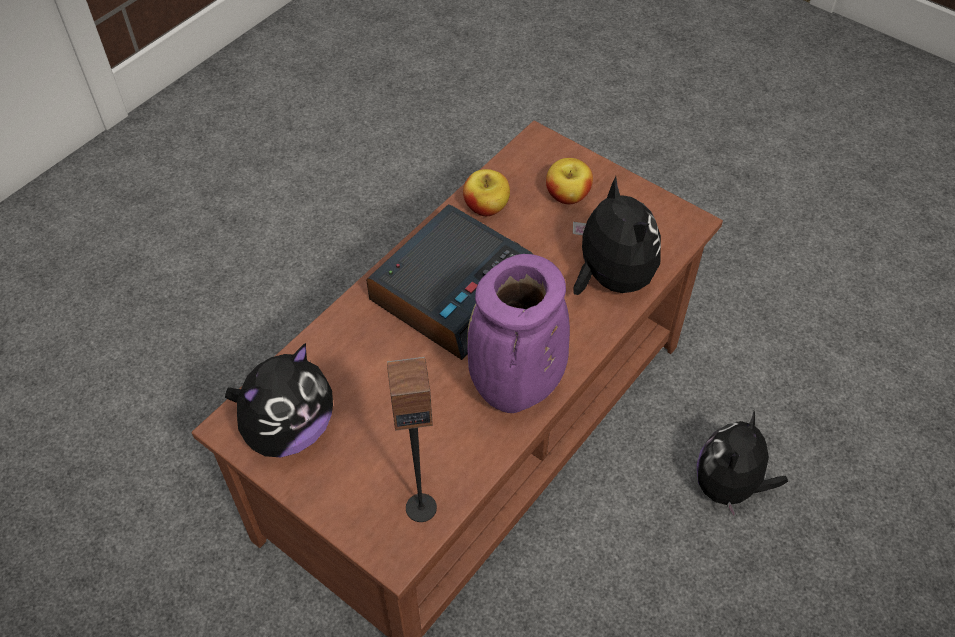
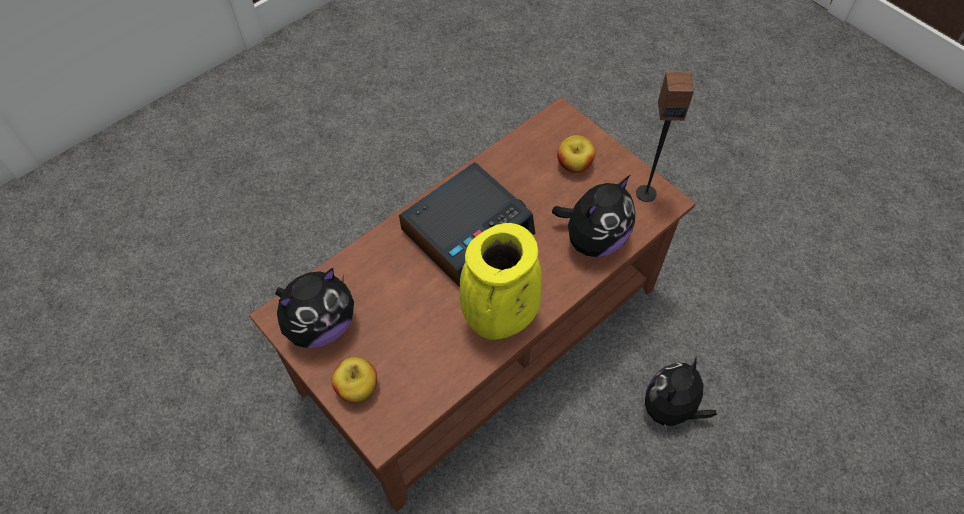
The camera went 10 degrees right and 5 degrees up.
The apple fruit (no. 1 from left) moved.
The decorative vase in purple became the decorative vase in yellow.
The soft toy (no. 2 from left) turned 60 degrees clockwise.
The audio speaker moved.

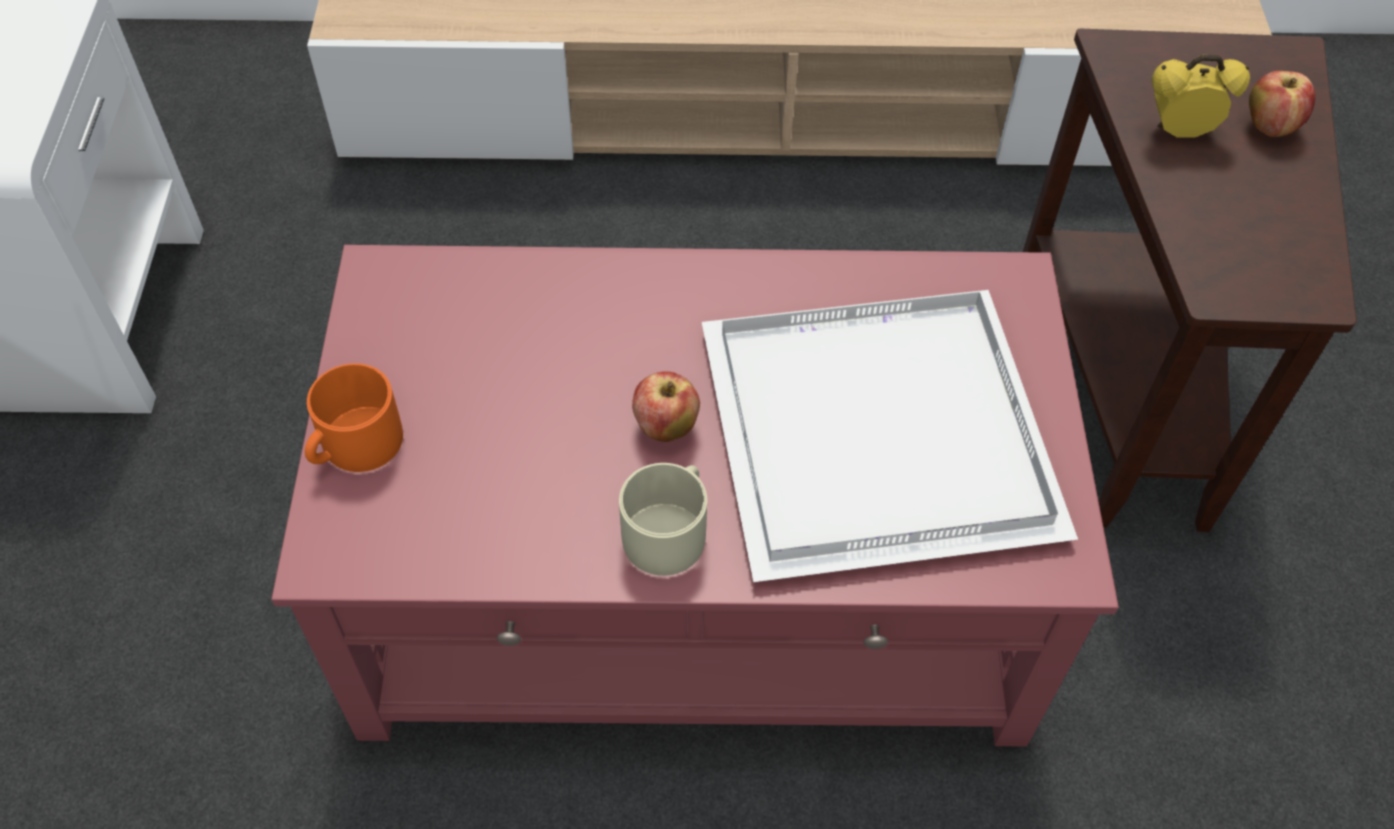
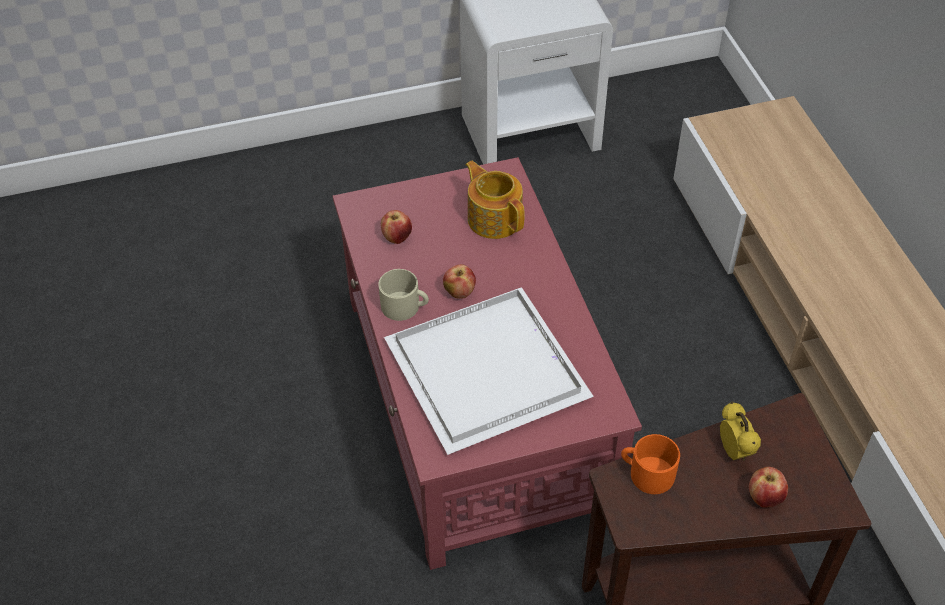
The camera went 75 degrees right and 5 degrees down.
The apple fruit (no. 1 from left) appeared.
The pot for tea appeared.
The tea mug in orangey moved.

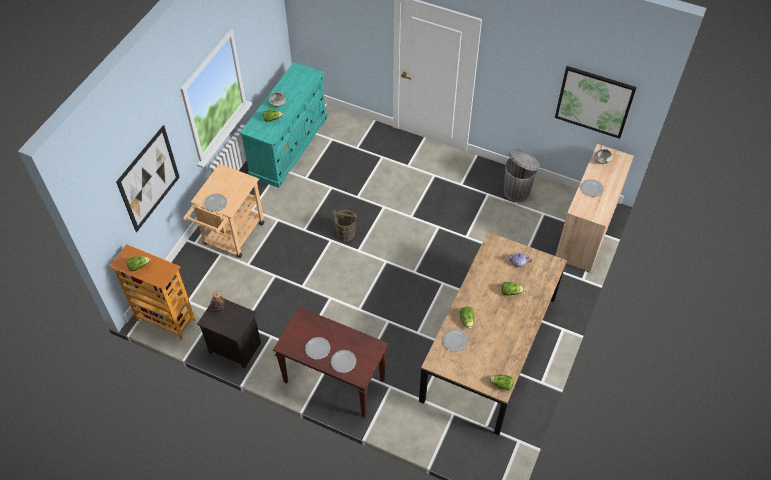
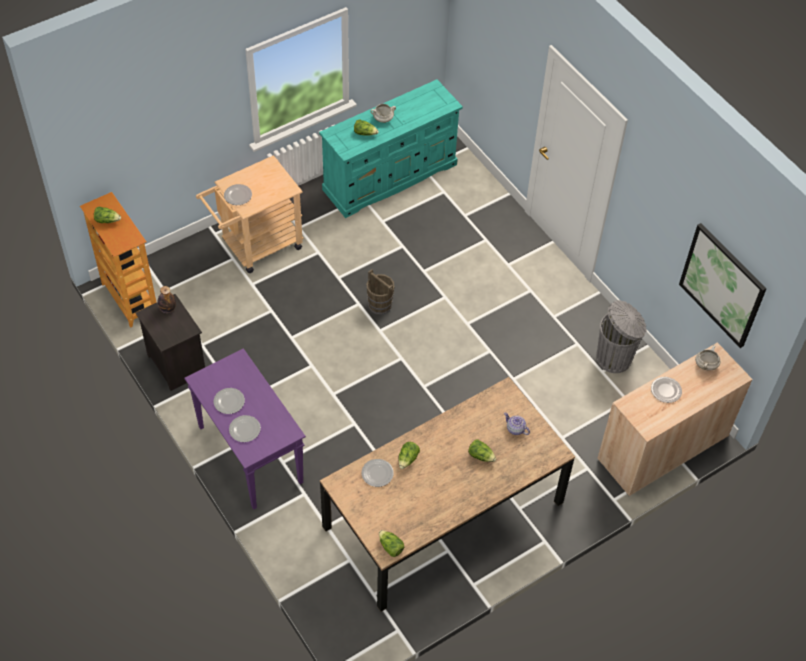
The camera went 30 degrees right and 0 degrees up.
The console table in brown became the console table in purple.
The wall art (no. 1 from left) disappeared.

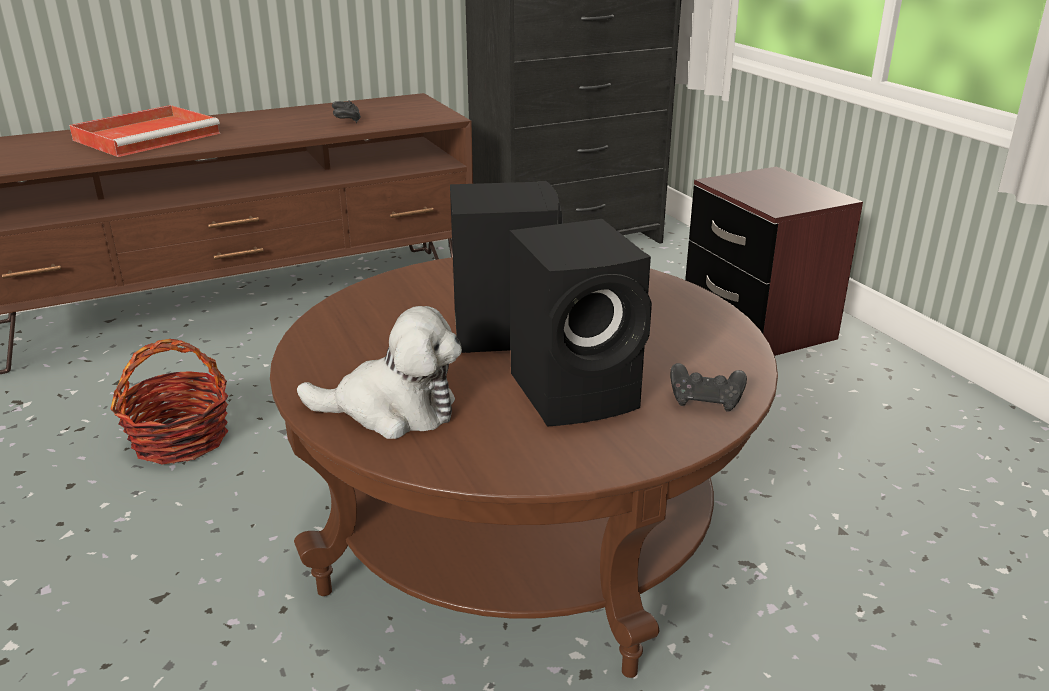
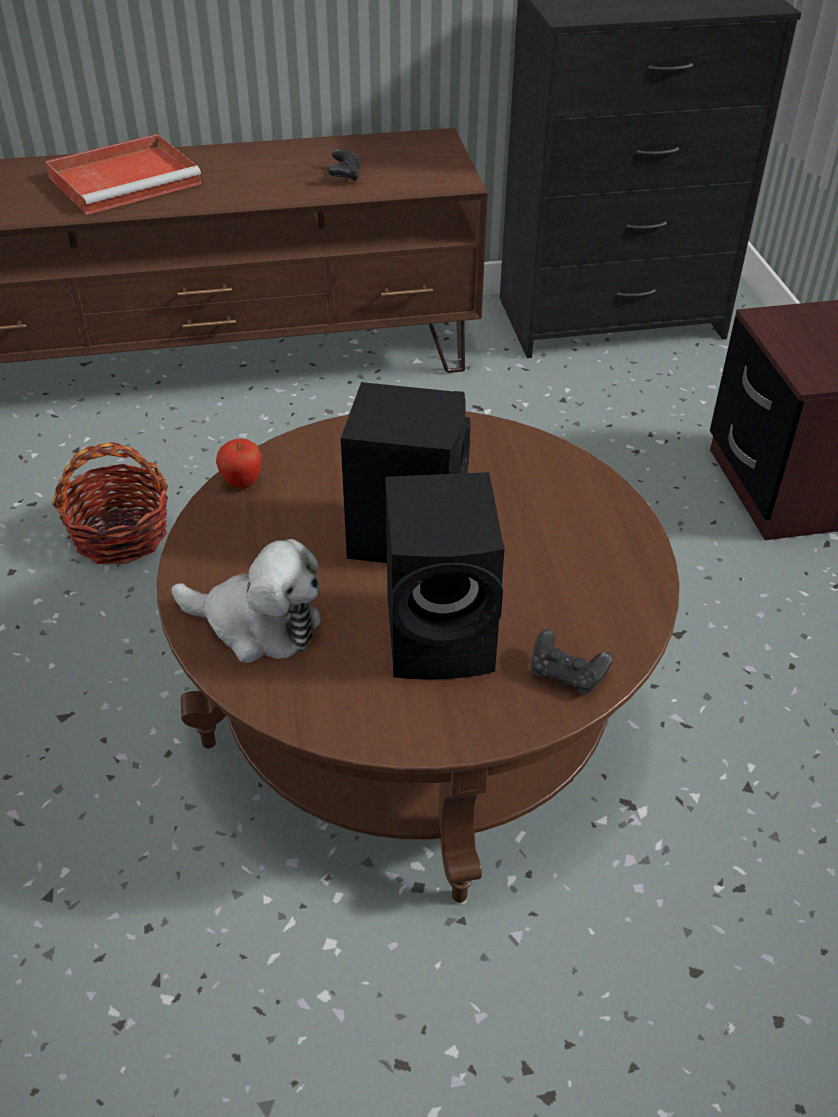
The camera went 15 degrees right and 15 degrees up.
The apple fruit appeared.

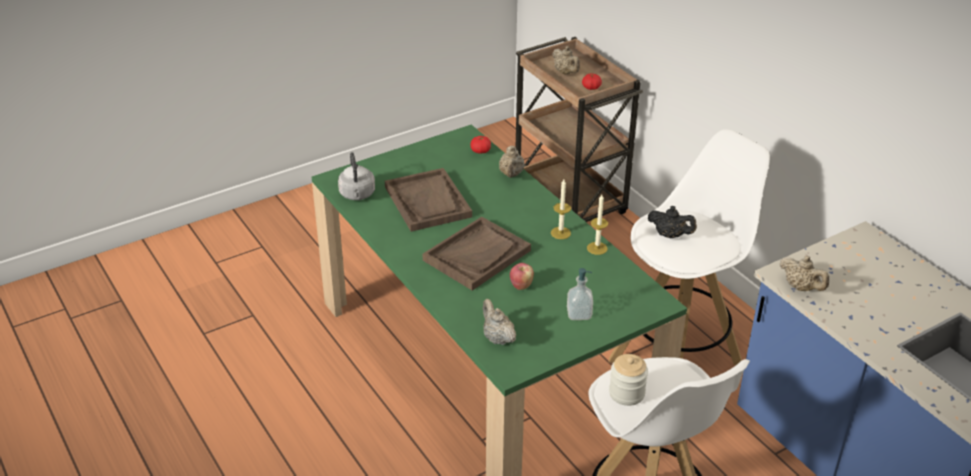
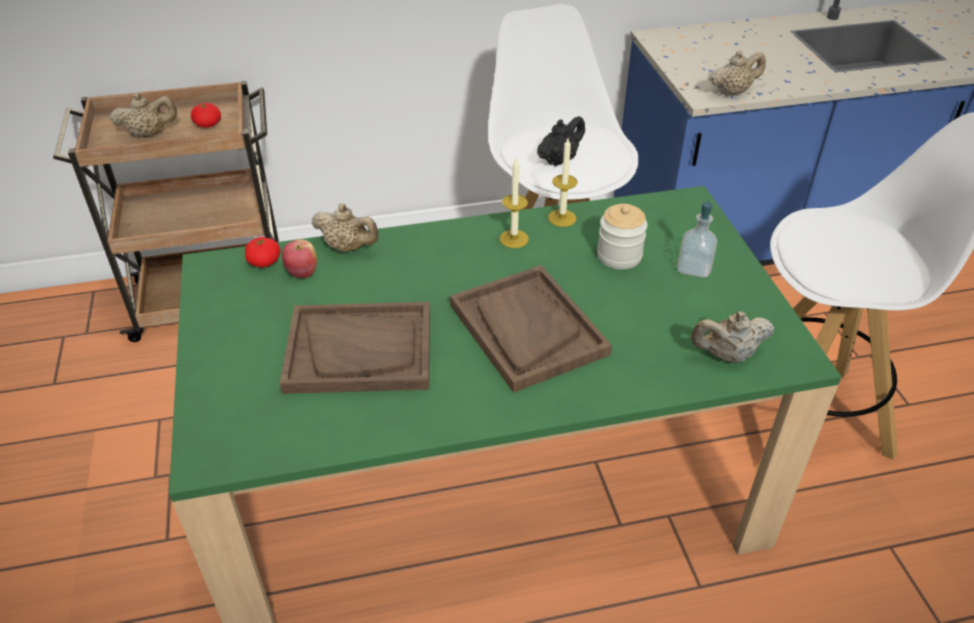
The camera went 70 degrees left and 5 degrees up.
The apple fruit moved.
The jar moved.
The tea kettle in grey disappeared.

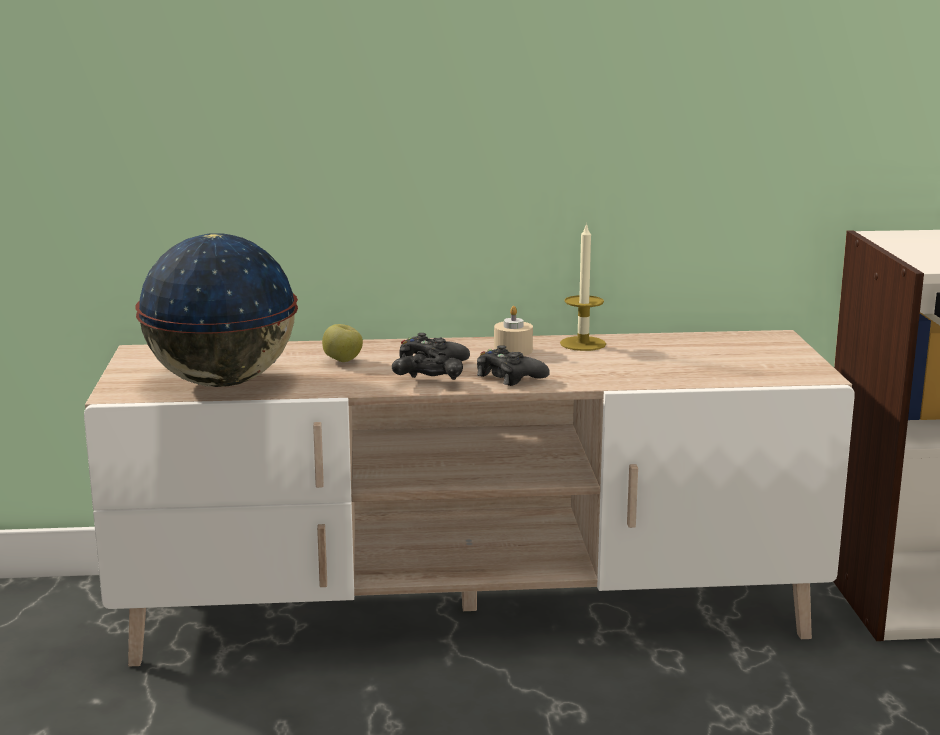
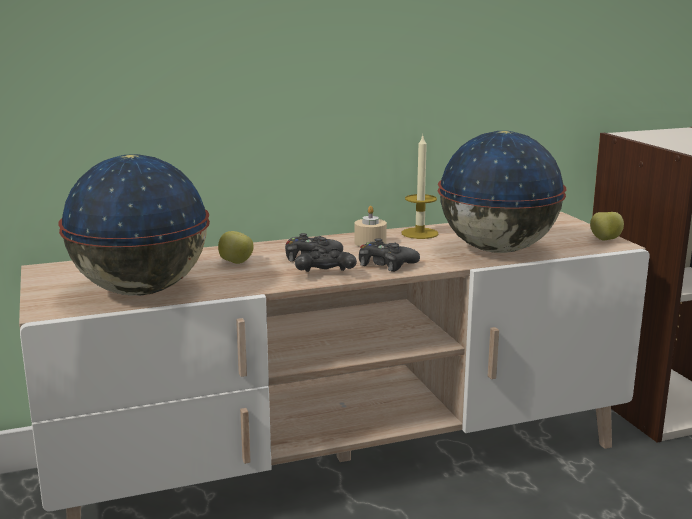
The camera went 15 degrees left and 0 degrees up.
The desk globe (no. 2 from left) appeared.
The apple fruit (no. 2 from left) appeared.

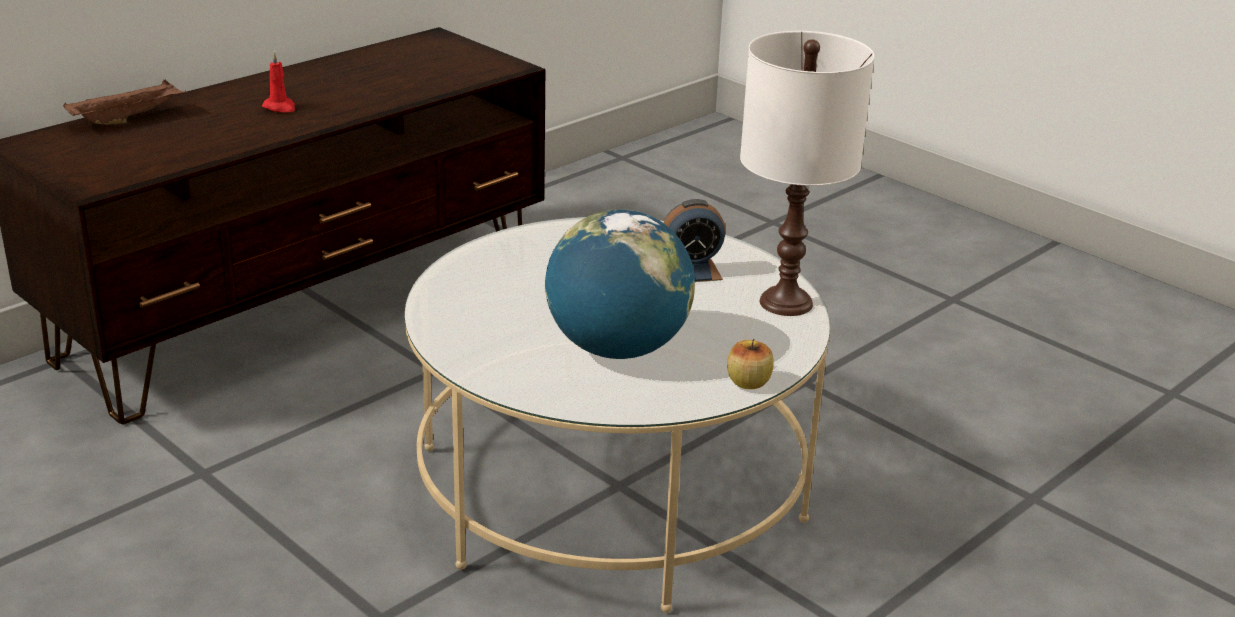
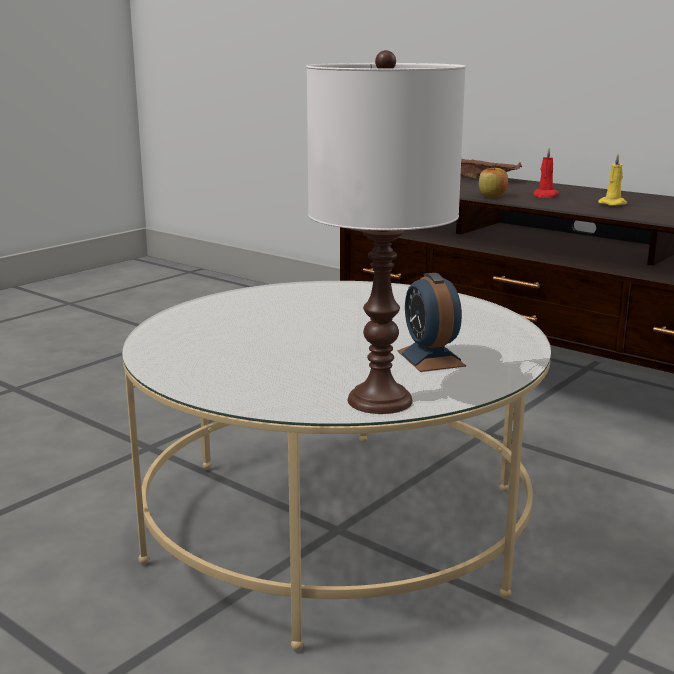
The camera went 85 degrees right and 10 degrees down.
The apple fruit moved.
The wax light in yellow appeared.
The desk globe disappeared.

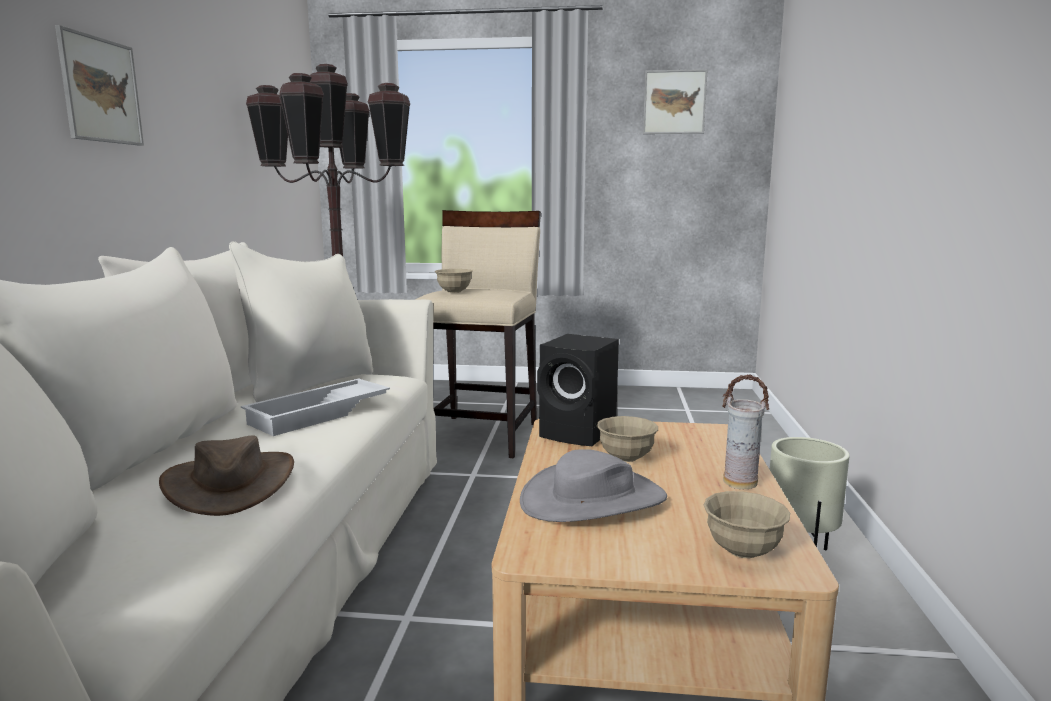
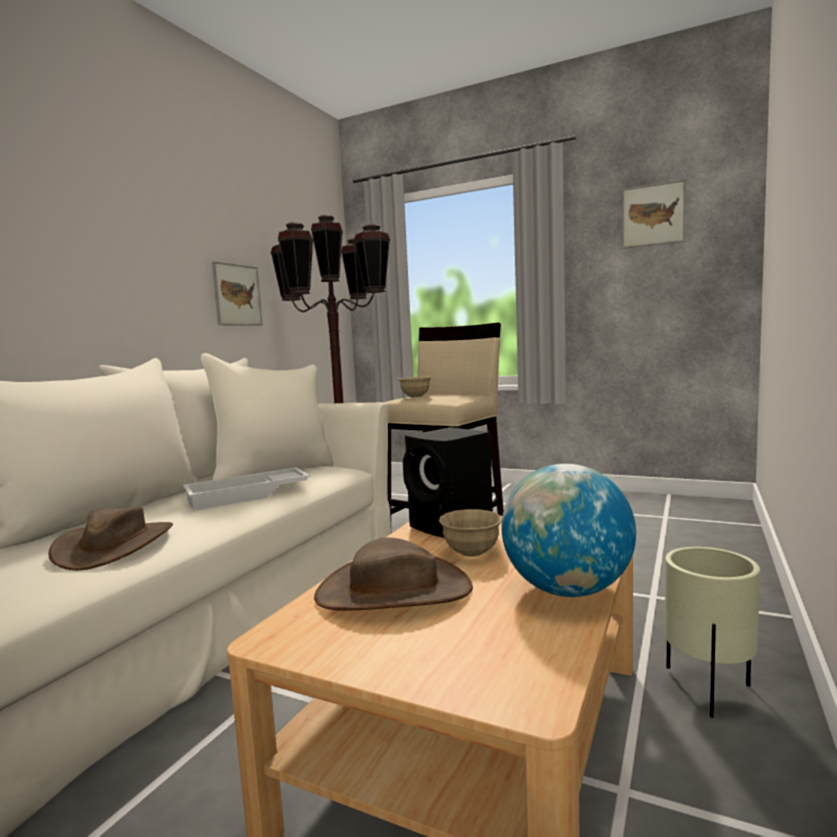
The camera went 20 degrees right and 5 degrees down.
The wall art (no. 1 from left) moved.
The clothing hat in grey became the clothing hat in brown (no. 2 from left).
The decorative vase was replaced by the desk globe.
The deep dish in beige-coloured (no. 3 from left) disappeared.

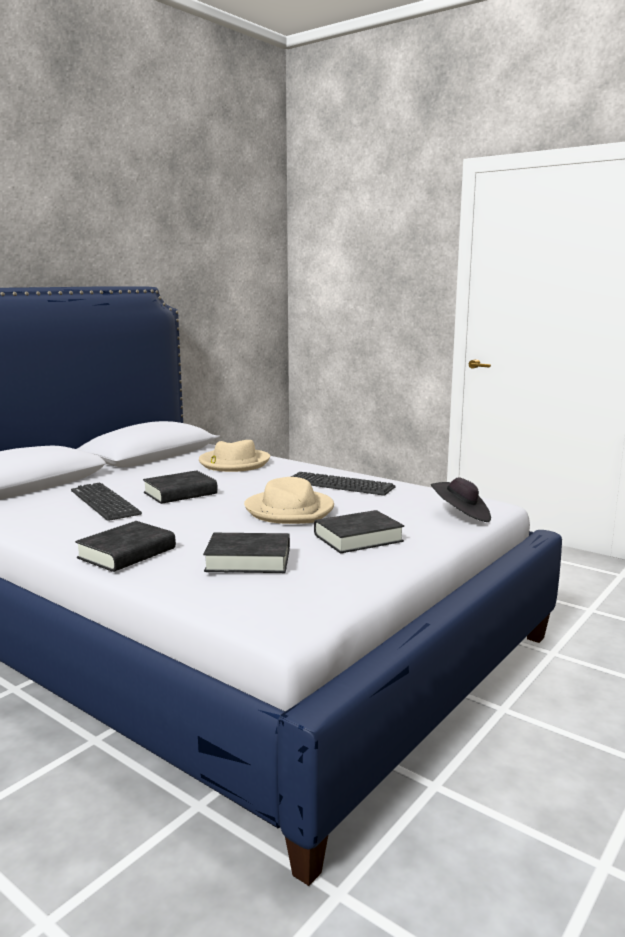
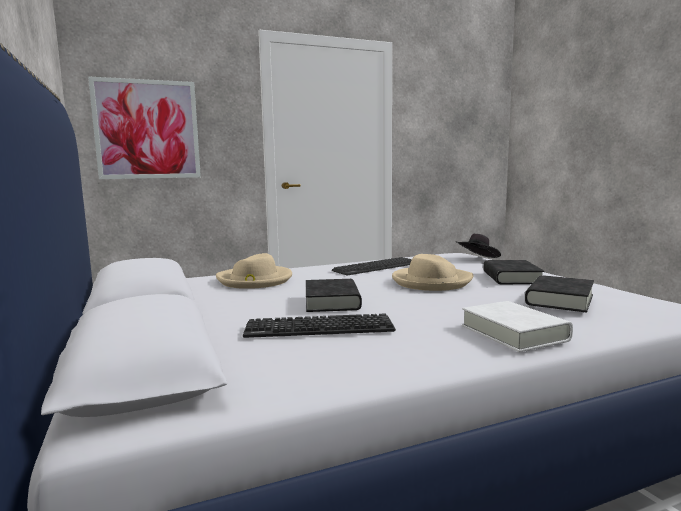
The camera went 60 degrees left and 5 degrees down.
The wall art appeared.
The volume in black-coloured (no. 1 from left) became the volume in whitish.

